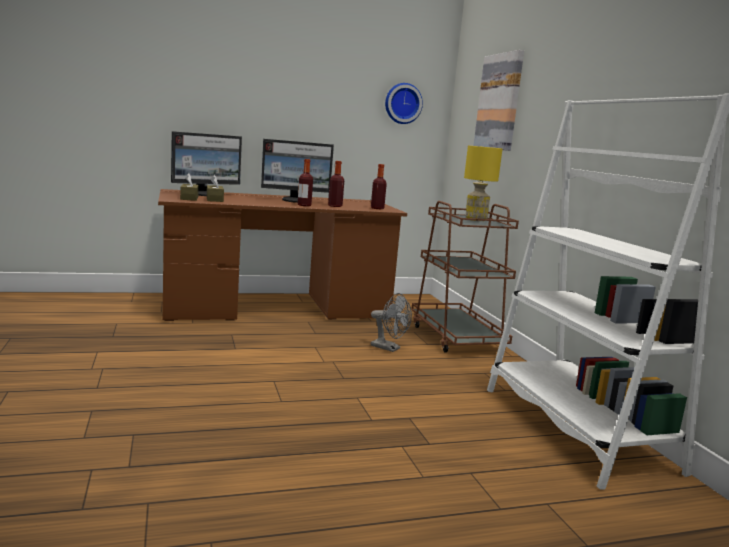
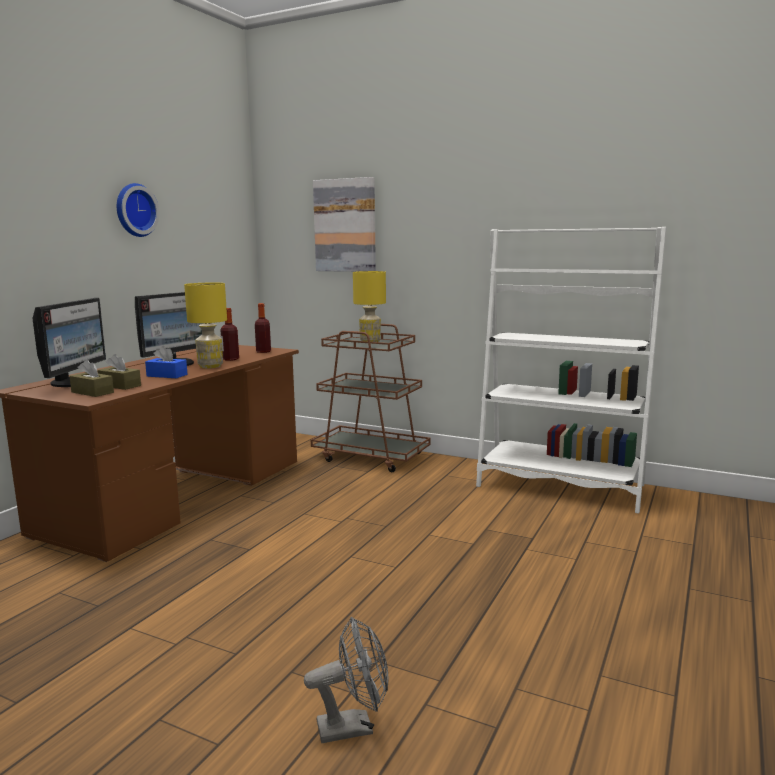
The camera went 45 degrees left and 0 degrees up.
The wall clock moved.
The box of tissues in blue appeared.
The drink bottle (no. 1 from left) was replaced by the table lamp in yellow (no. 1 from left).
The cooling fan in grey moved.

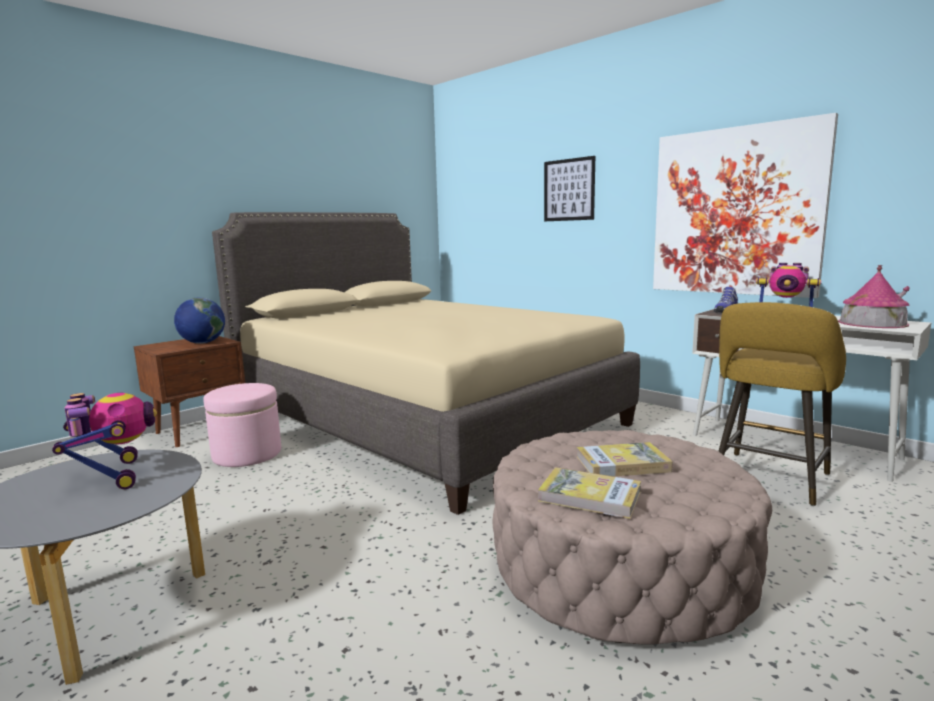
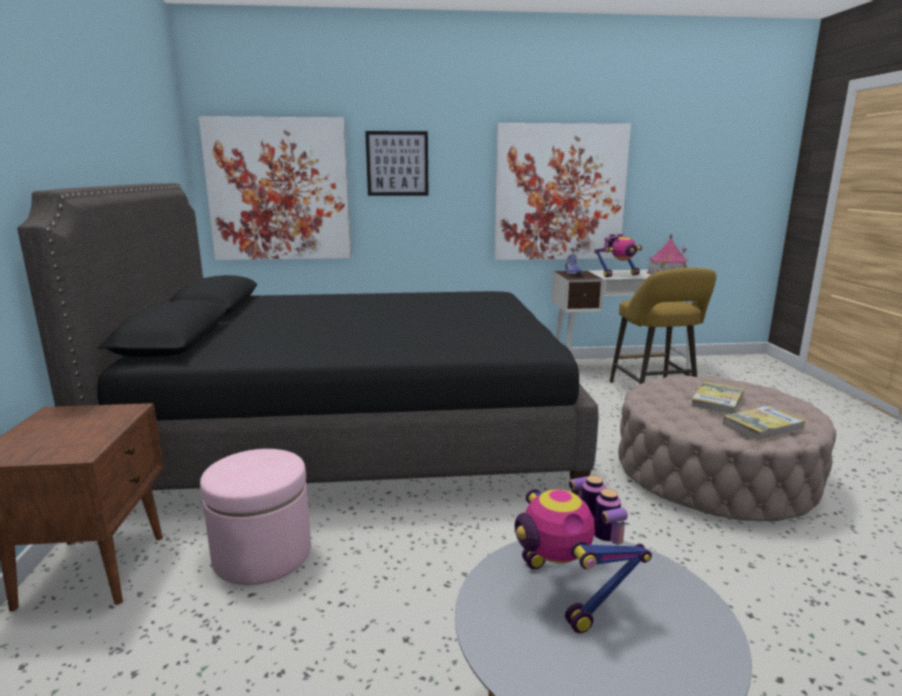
The camera went 50 degrees left and 5 degrees up.
The sleeping bed in beige-coloured became the sleeping bed in black-coloured.
The wall art (no. 1 from left) appeared.
The robot figure (no. 1 from left) turned 120 degrees counterclockwise.
The desk globe disappeared.

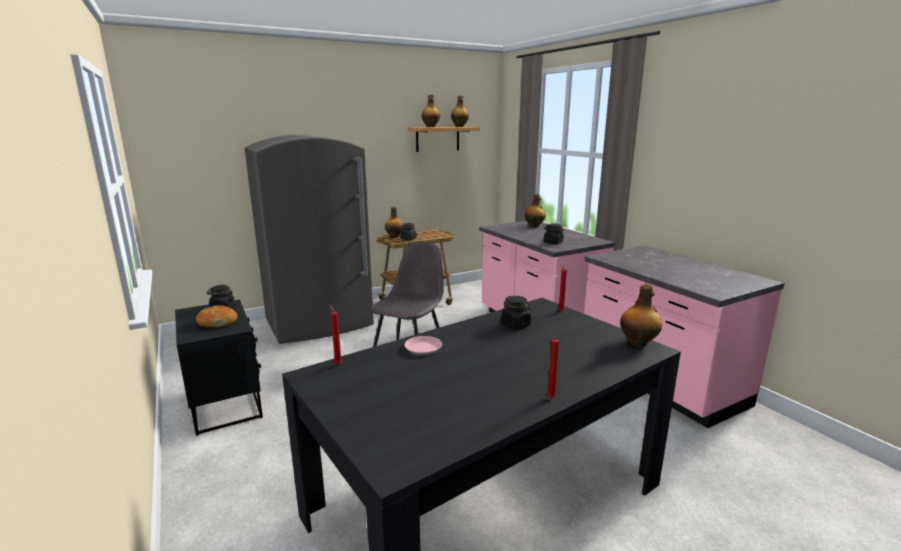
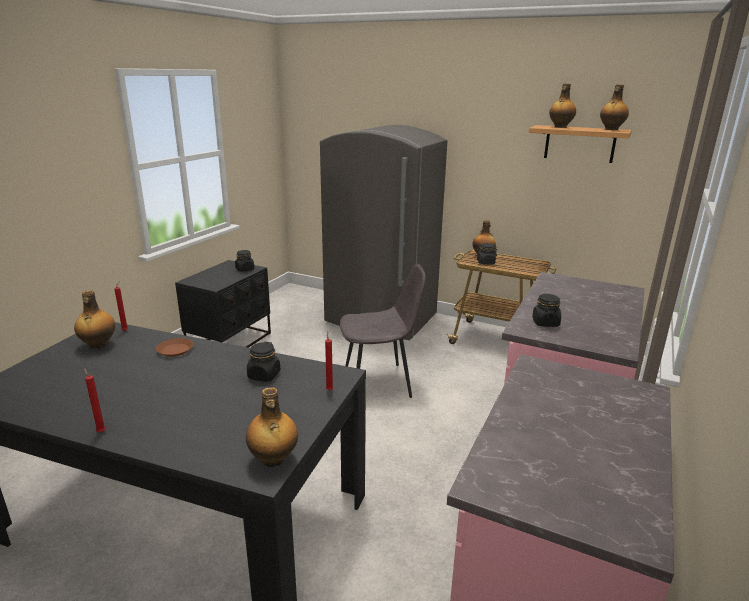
The camera went 55 degrees right and 5 degrees up.
The drink bottle (no. 4 from left in the first image) moved.
The plate in pinkish became the plate in brown.
The baked bread disappeared.

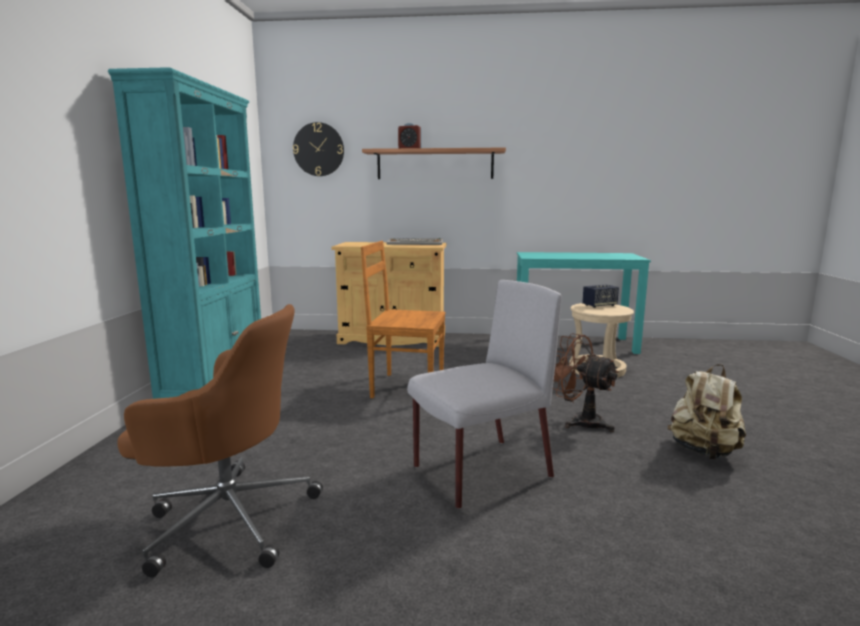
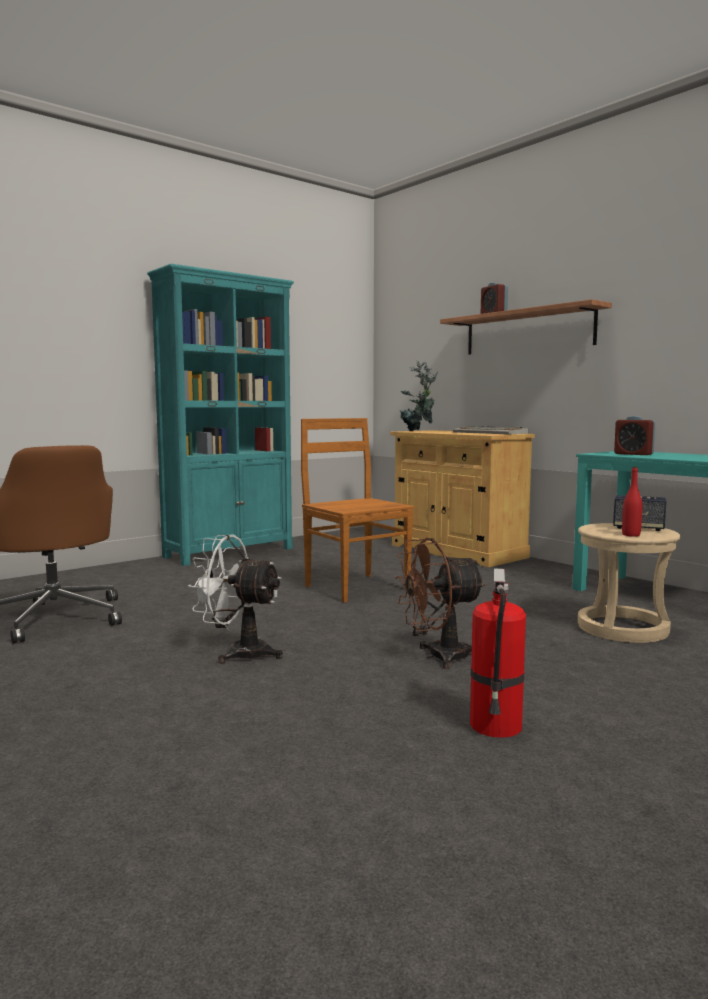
The camera went 45 degrees right and 5 degrees down.
The plain chair in grey was replaced by the cooling fan in whitish.
The cooling fan in brown turned 105 degrees counterclockwise.
The houseplant appeared.
The rucksack in beige-coloured was replaced by the fire extinguisher.
The table clock (no. 2 from left) appeared.
The drink bottle in red appeared.
The wall clock disappeared.

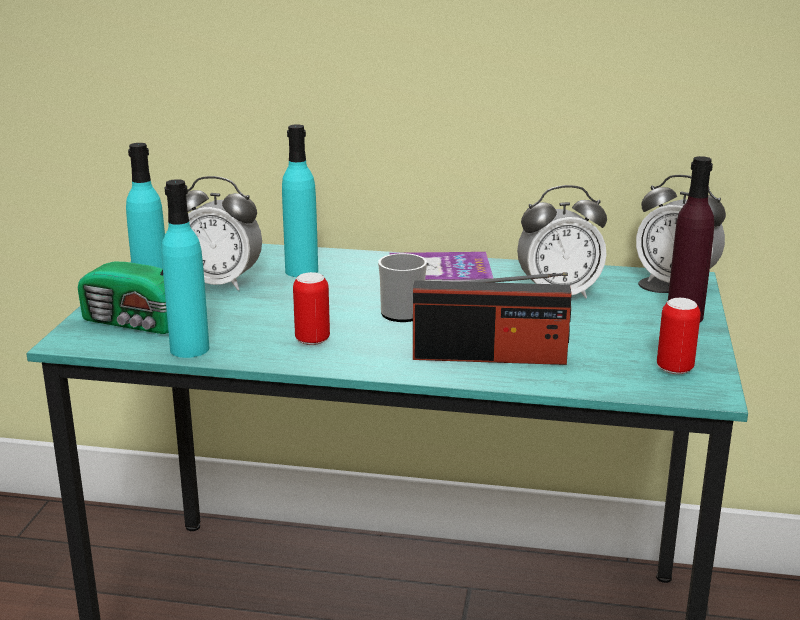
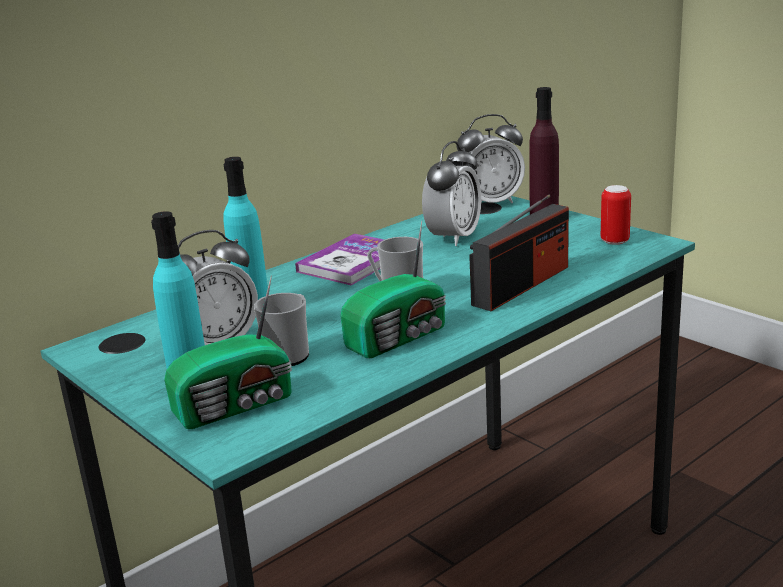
The camera went 50 degrees left and 0 degrees up.
The tea mug (no. 1 from left) appeared.
The can (no. 1 from left) was replaced by the radio (no. 2 from left).
The drink bottle in turquoise (no. 2 from left) disappeared.

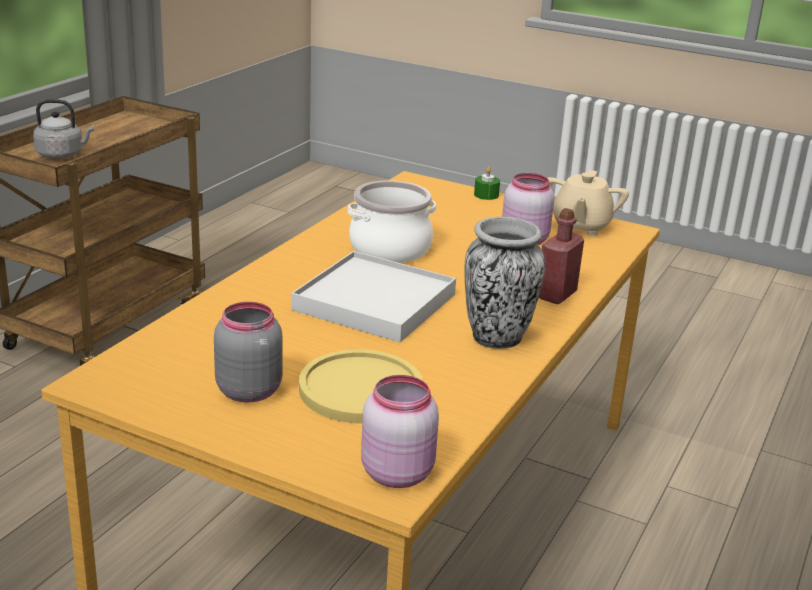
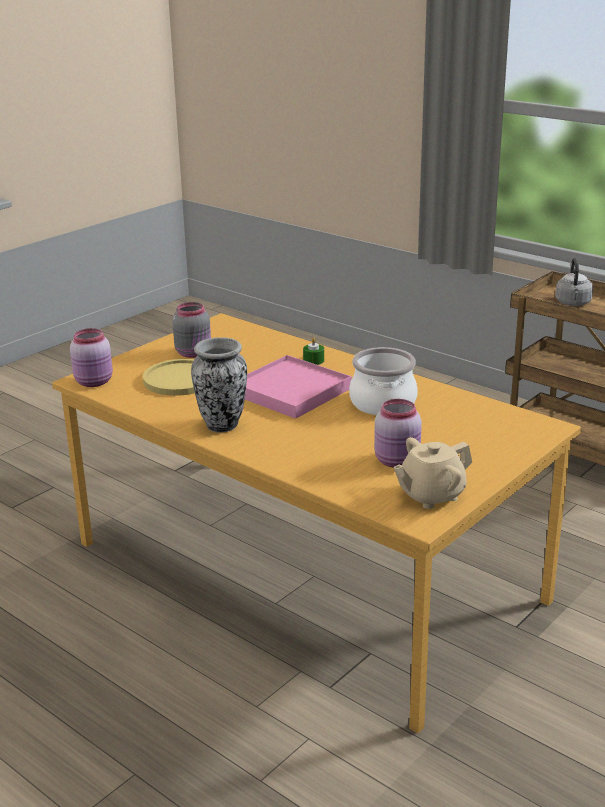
The camera went 105 degrees right and 0 degrees up.
The carrying tray in whitish became the carrying tray in pinkish.
The wax light in green moved.
The pot for tea in beige-coloured turned 60 degrees counterclockwise.
The drink bottle in red disappeared.

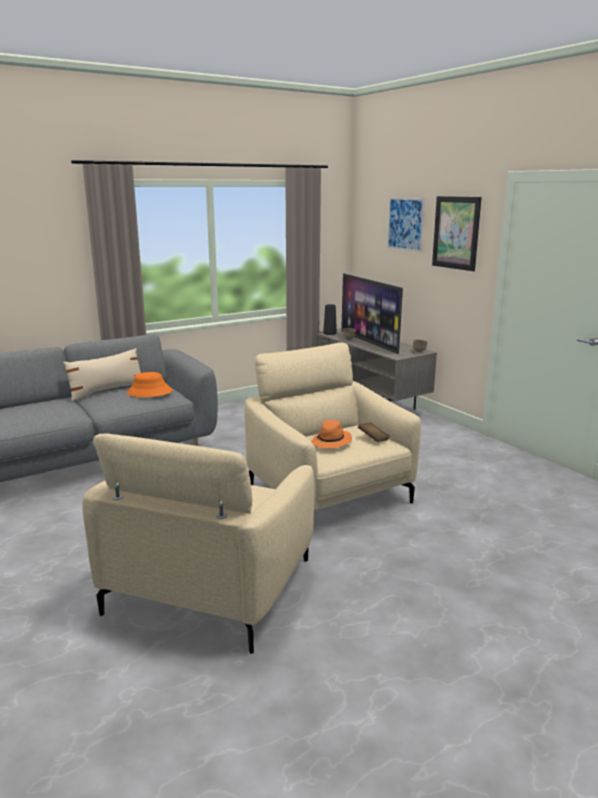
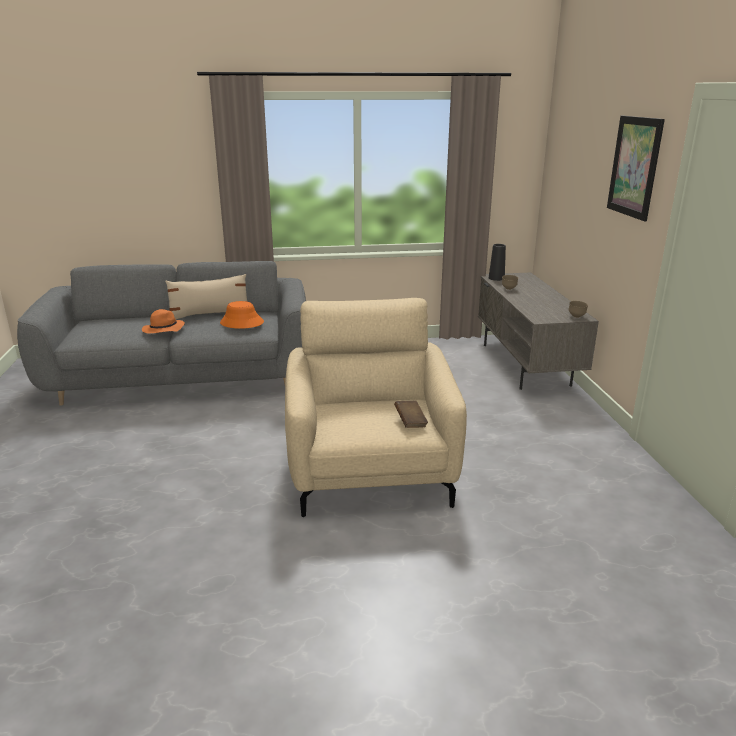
The camera went 25 degrees right and 5 degrees up.
The clothing hat in orangey (no. 2 from left in the first image) moved.
The lounge chair in beige-coloured (no. 1 from left) disappeared.
The TV disappeared.
The wall art (no. 1 from left) disappeared.

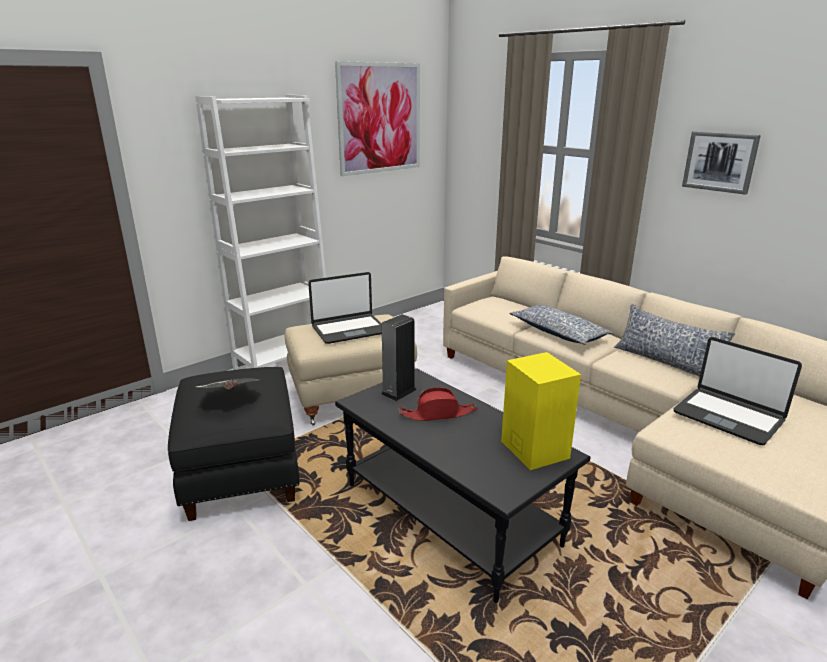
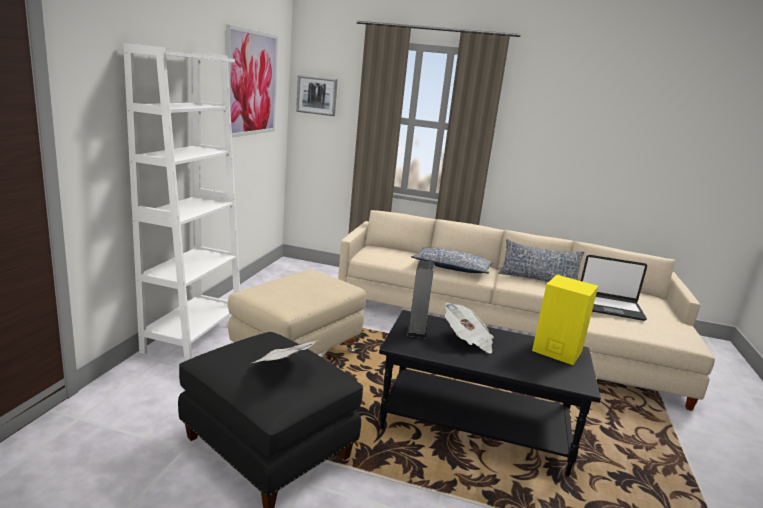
The camera went 35 degrees left and 5 degrees down.
The wall art (no. 2 from left) moved.
The clothing hat in red was replaced by the daily paper (no. 2 from left).
The laptop (no. 1 from left) disappeared.

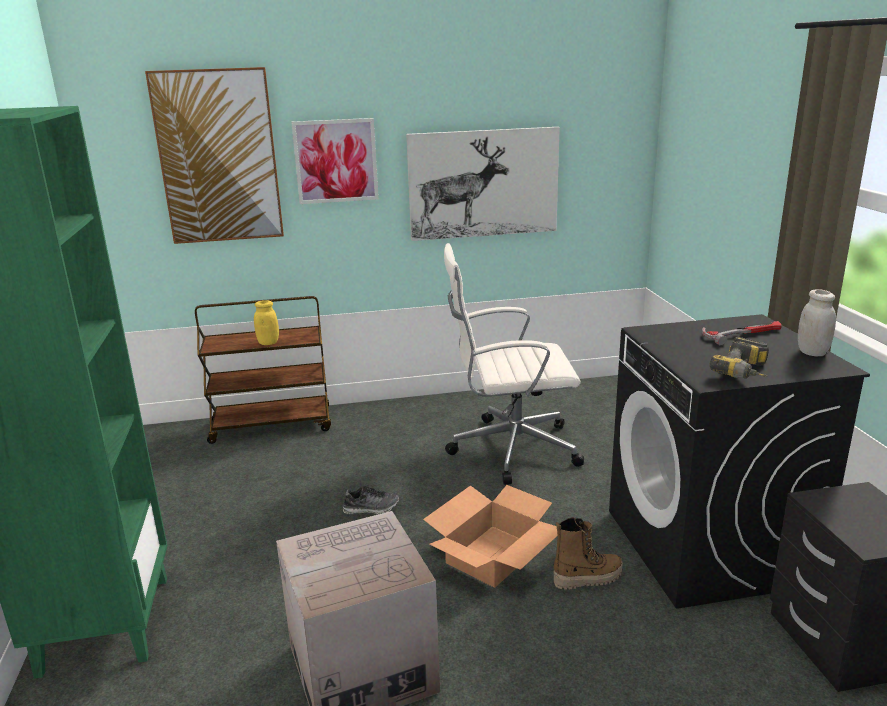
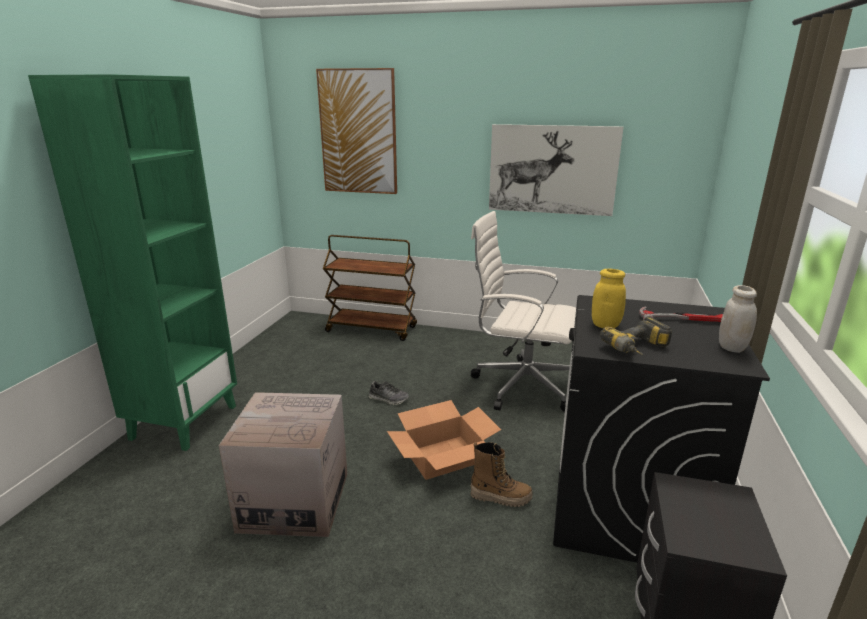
The camera went 25 degrees right and 0 degrees up.
The jar in yellow moved.
The wall art (no. 2 from left) disappeared.

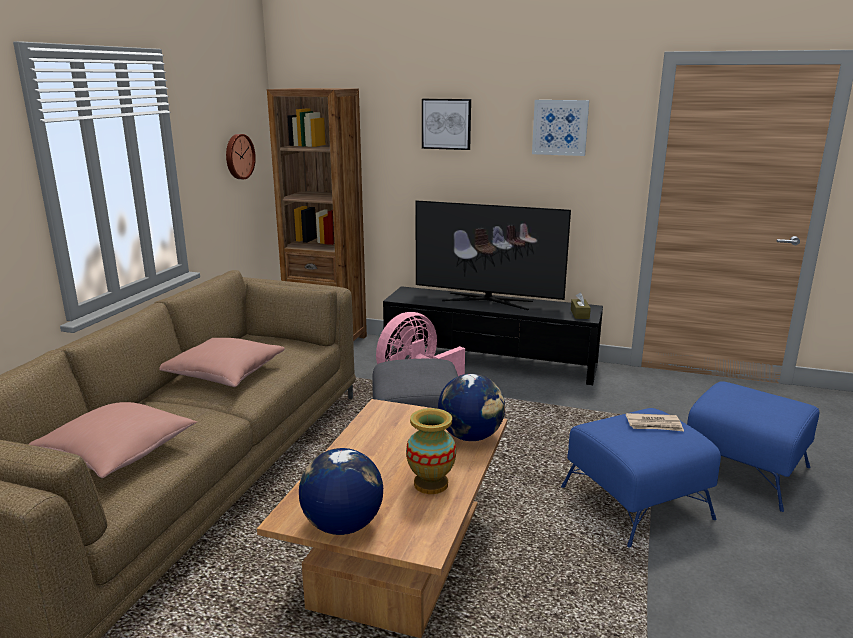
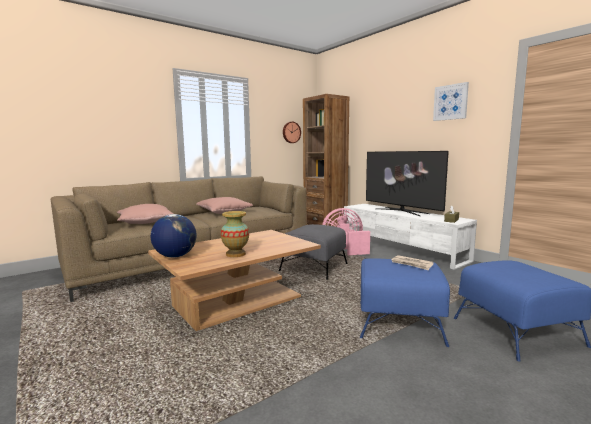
The camera went 35 degrees right and 10 degrees down.
The media console in black-coloured became the media console in whitish.
The wall art (no. 1 from left) disappeared.
The desk globe (no. 2 from left) disappeared.

